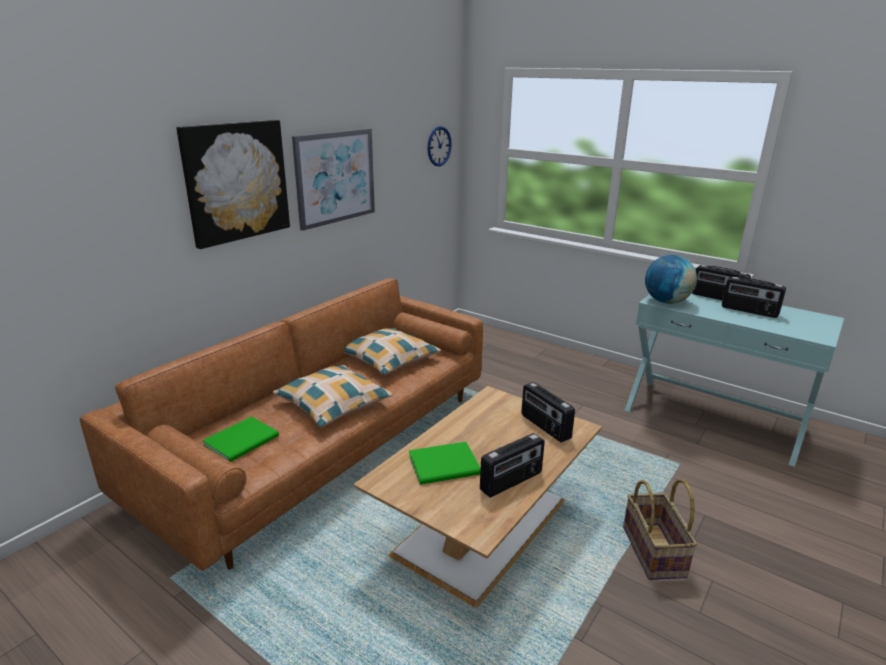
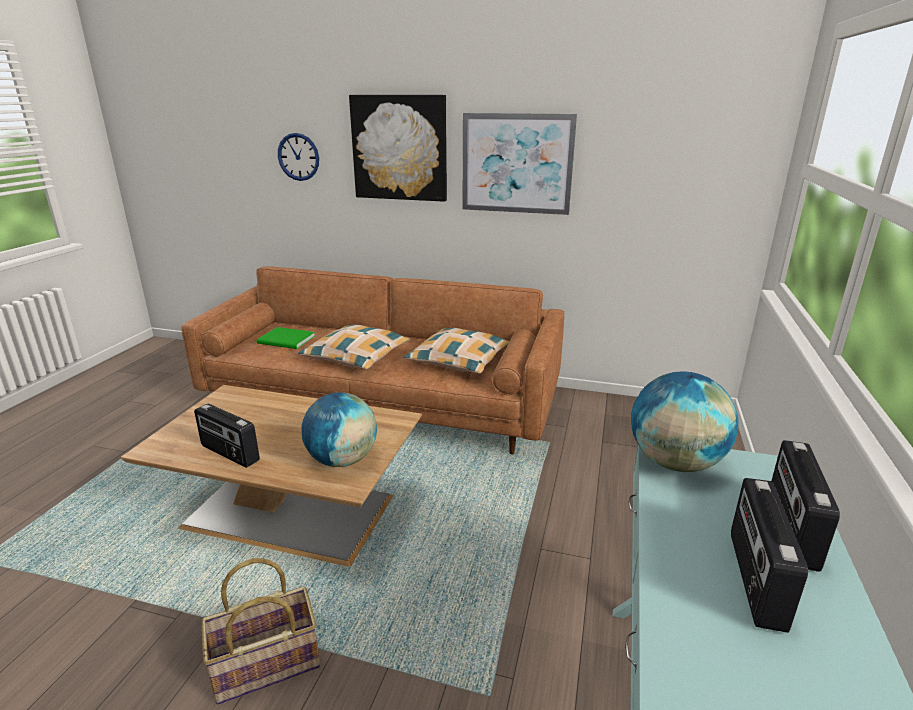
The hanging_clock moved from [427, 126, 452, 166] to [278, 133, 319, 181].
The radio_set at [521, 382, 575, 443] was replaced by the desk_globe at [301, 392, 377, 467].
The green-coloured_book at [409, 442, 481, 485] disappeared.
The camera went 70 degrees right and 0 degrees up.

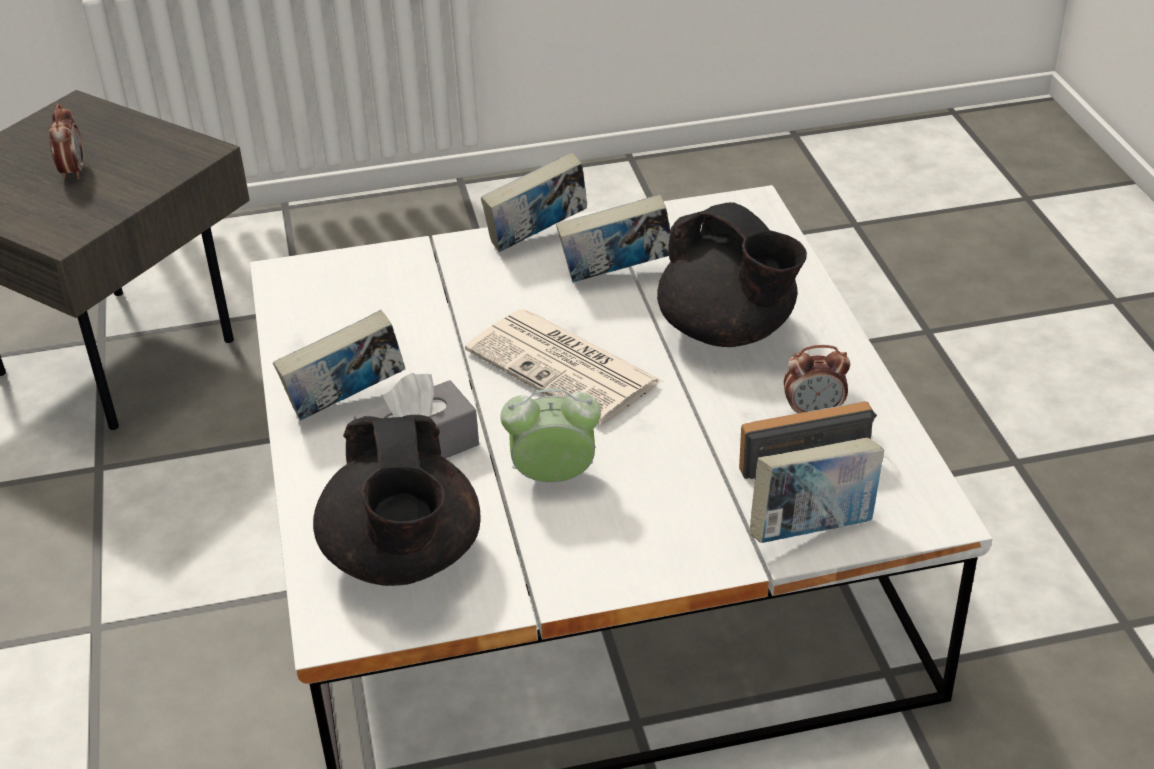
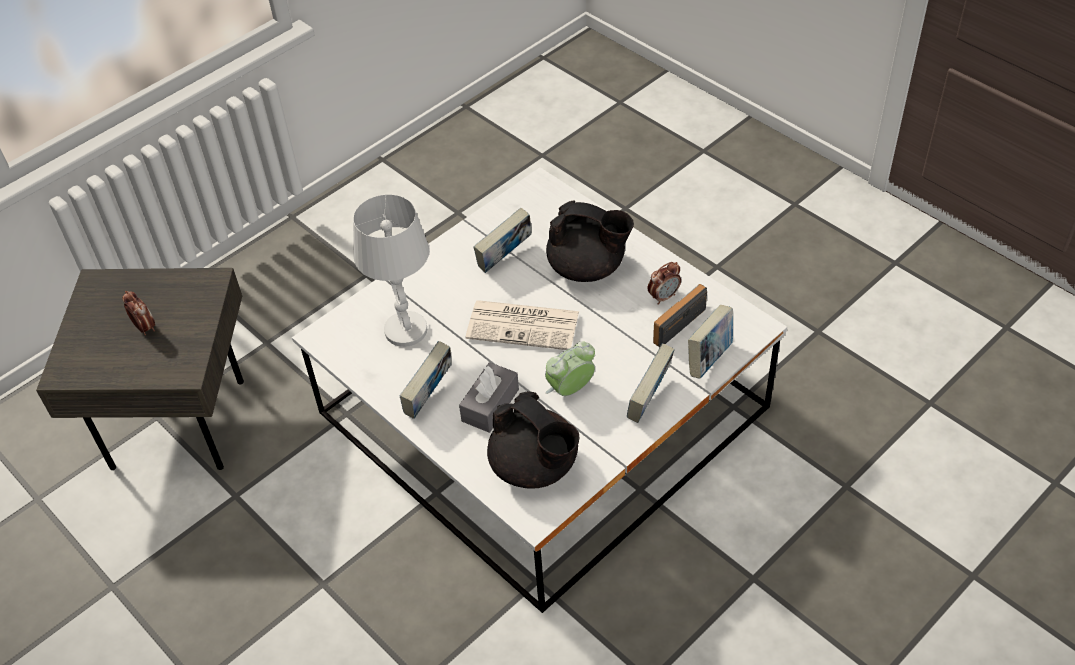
The book moved from [481, 152, 587, 252] to [627, 343, 675, 423].
The whitish_lamp_for_a_table at [353, 194, 429, 347] appeared.
The camera went 30 degrees left and 10 degrees up.

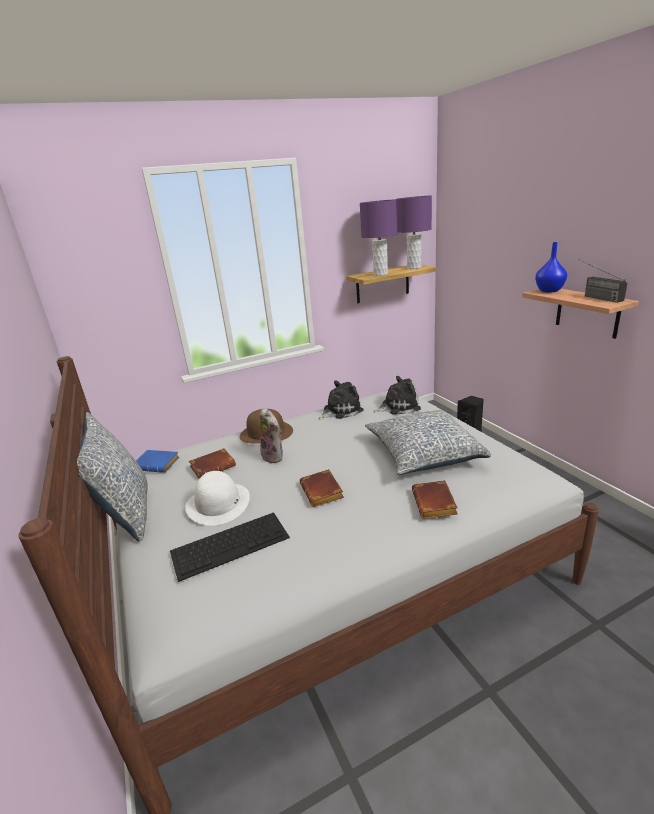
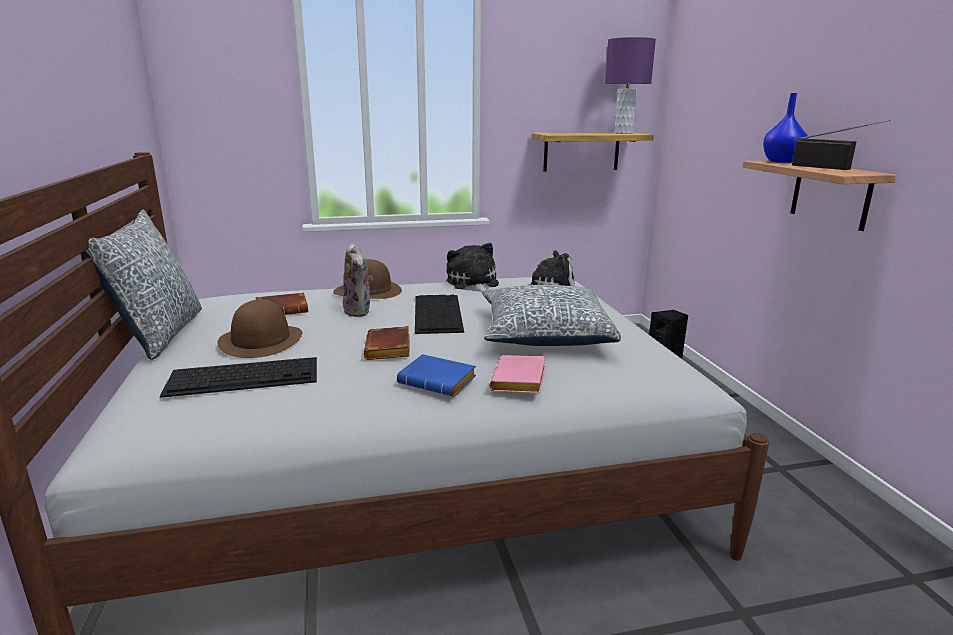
The purplish_lamp_for_a_table at [360, 199, 397, 276] disappeared.
The radio_set at [579, 259, 627, 303] turned 150 degrees clockwise.
The plush_toy at [318, 380, 364, 420] turned 90 degrees counterclockwise.
The bluish_book moved from [136, 450, 179, 473] to [397, 354, 476, 397].
The whitish_wearable_hat at [185, 471, 250, 526] became the brownish_wearable_hat at [217, 299, 302, 358].
The brownish_book at [412, 480, 458, 519] became the pinkish_book at [490, 355, 546, 393].
The keyboard at [415, 295, 464, 334] appeared.
The camera went 10 degrees right and 5 degrees down.

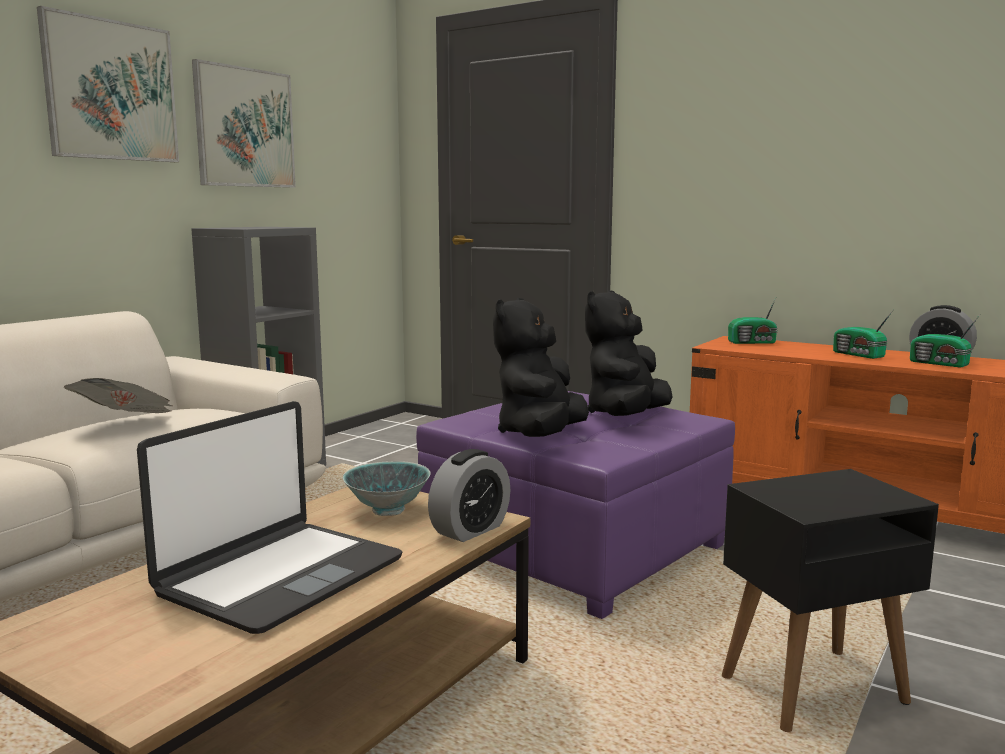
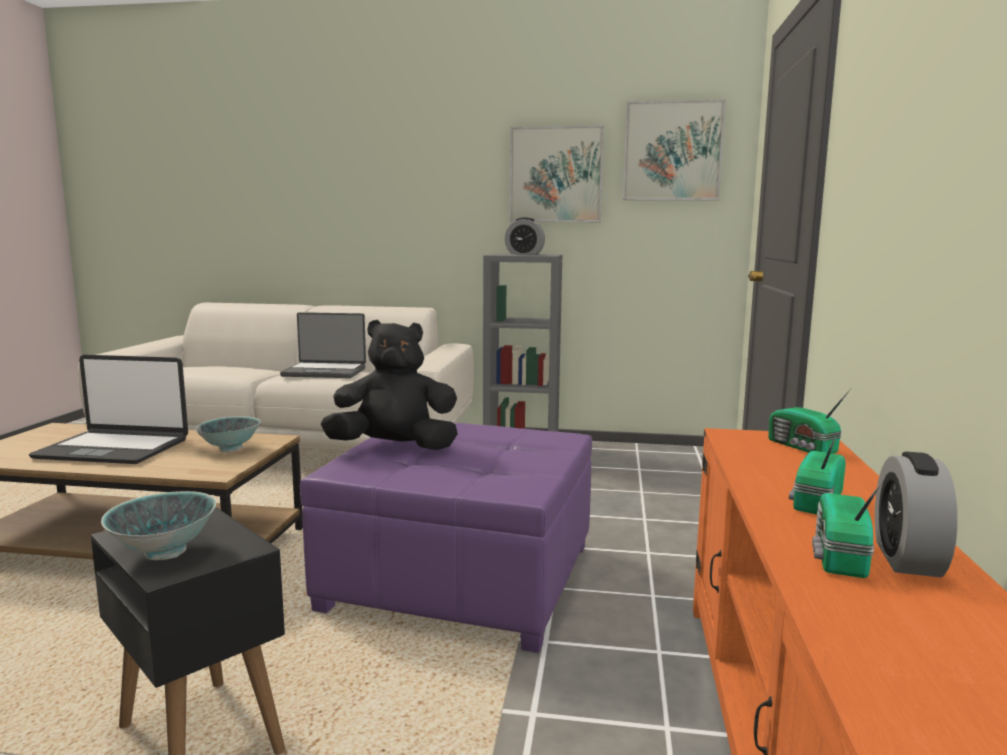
The picture moved from [37, 6, 179, 162] to [623, 100, 726, 200].
The blackish_plush_toy at [585, 290, 673, 416] disappeared.
The daily_paper at [64, 378, 172, 413] was replaced by the portable_computer at [280, 312, 366, 378].
The bedside_clock moved from [428, 449, 510, 542] to [505, 217, 545, 254].
The serving_bowl at [101, 491, 216, 560] appeared.
The camera went 65 degrees right and 0 degrees up.

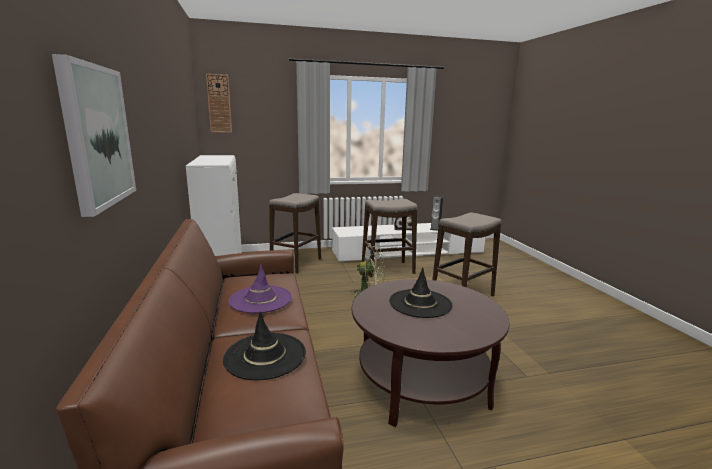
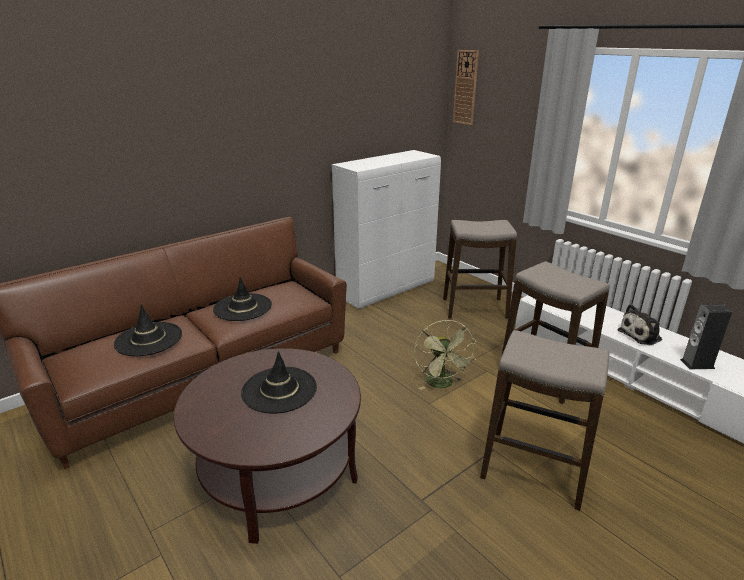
The picture at [52, 54, 136, 217] disappeared.
The purplish_wearable_hat at [228, 264, 292, 313] became the blackish_wearable_hat at [213, 277, 272, 321].
The camera went 65 degrees right and 10 degrees up.

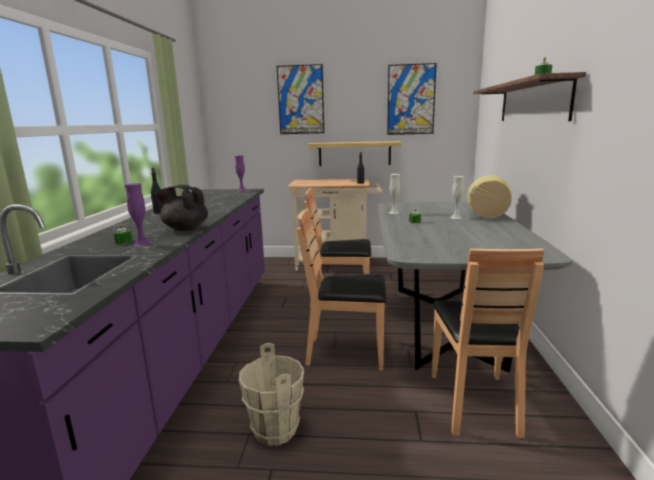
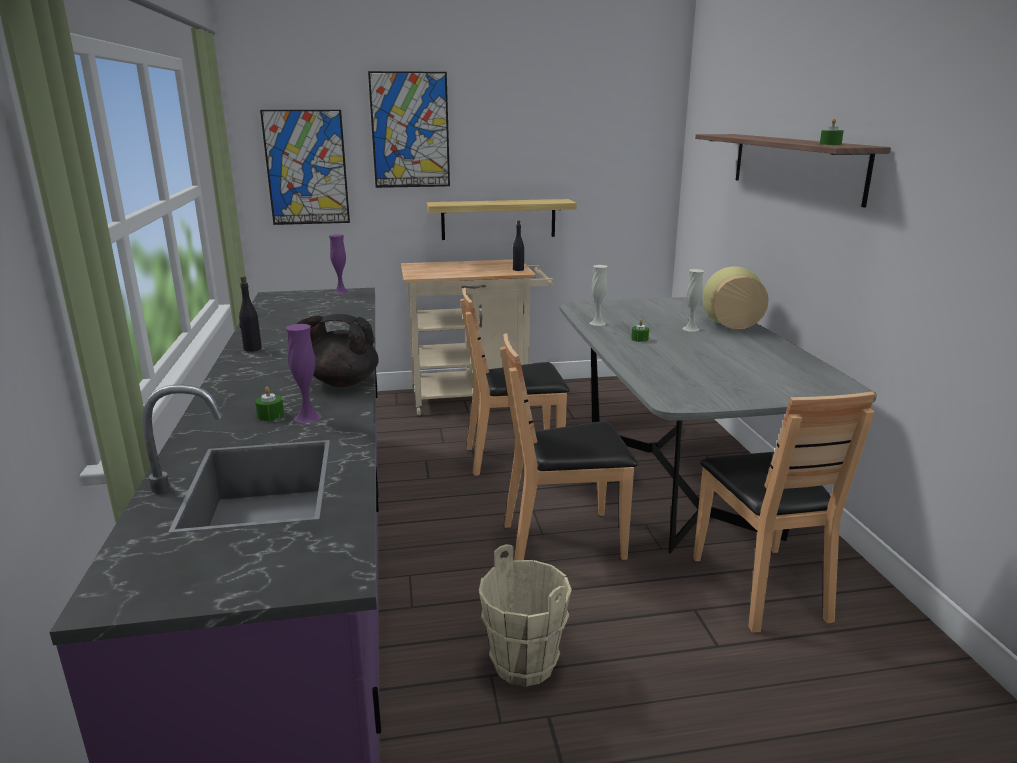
The picture moved from [387, 63, 436, 135] to [260, 110, 350, 225].
The camera went 15 degrees left and 5 degrees up.

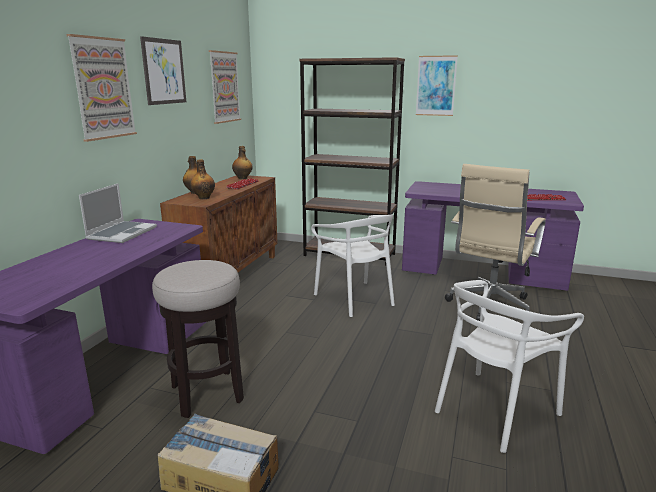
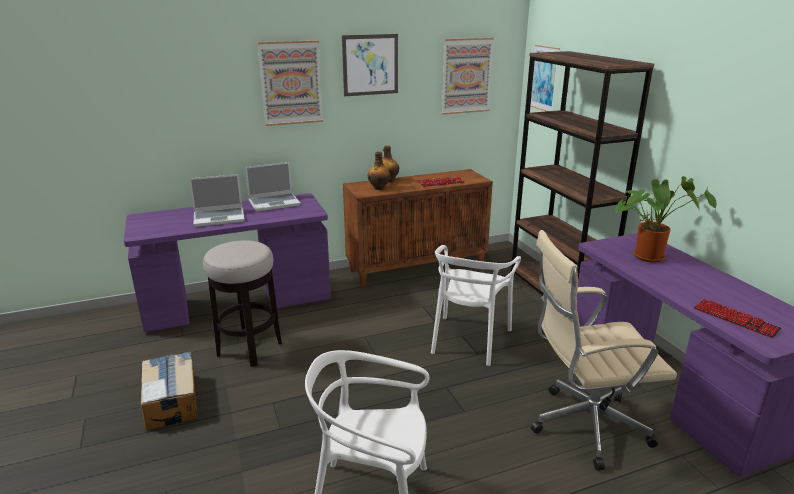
The picture moved from [416, 55, 458, 116] to [530, 45, 560, 111].
The drink_bottle at [232, 146, 253, 179] disappeared.
The portable_computer at [189, 174, 245, 227] appeared.
The potted_plant at [616, 176, 717, 263] appeared.
The camera went 50 degrees right and 5 degrees up.

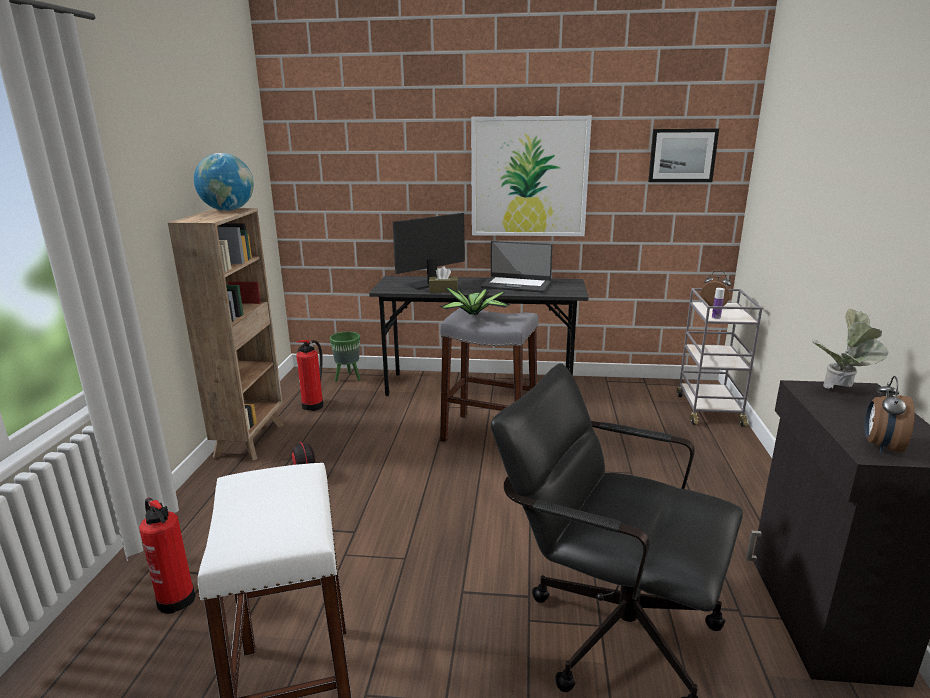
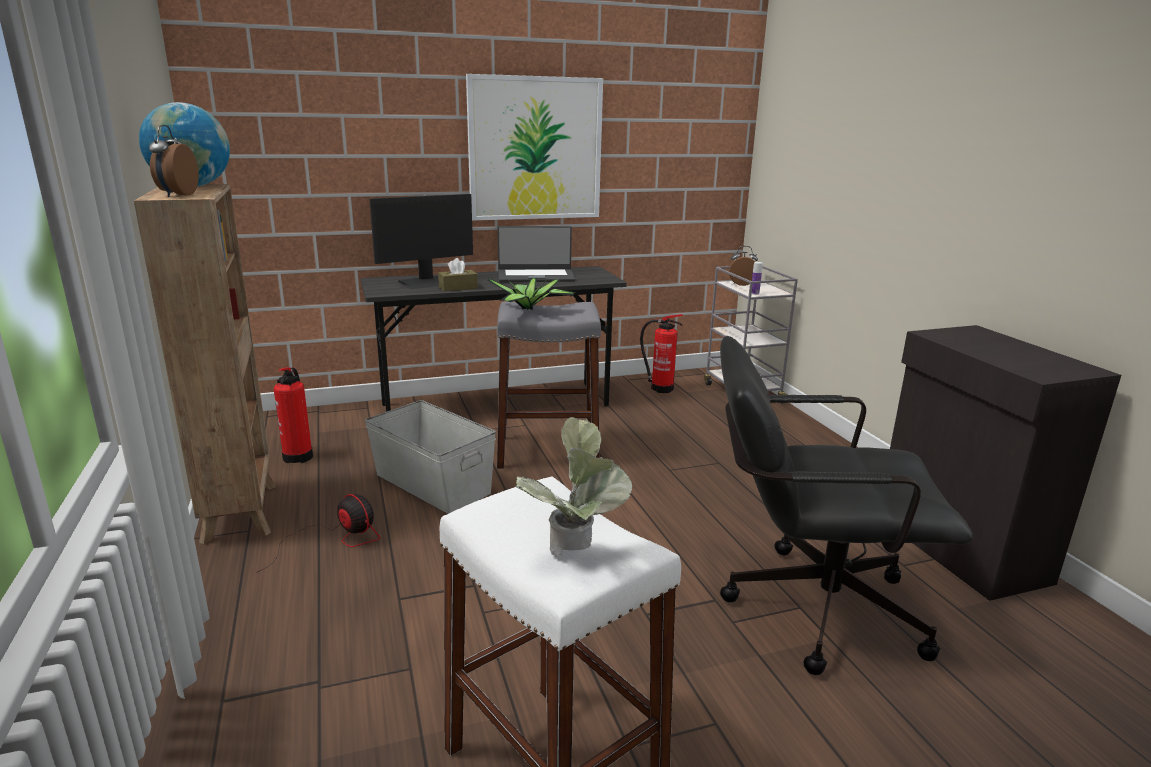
The picture at [648, 128, 719, 182] disappeared.
The computer_display at [393, 213, 465, 290] turned 150 degrees counterclockwise.
The potted_plant moved from [812, 309, 888, 389] to [515, 417, 632, 556].
The green-coloured_flower_pot at [330, 332, 361, 382] disappeared.
The bedside_clock moved from [865, 376, 915, 453] to [149, 125, 199, 197].
The fire_extinguisher moved from [139, 497, 195, 614] to [640, 314, 683, 393].
The grey_storage_container at [365, 400, 496, 514] appeared.
The camera went 25 degrees left and 0 degrees up.

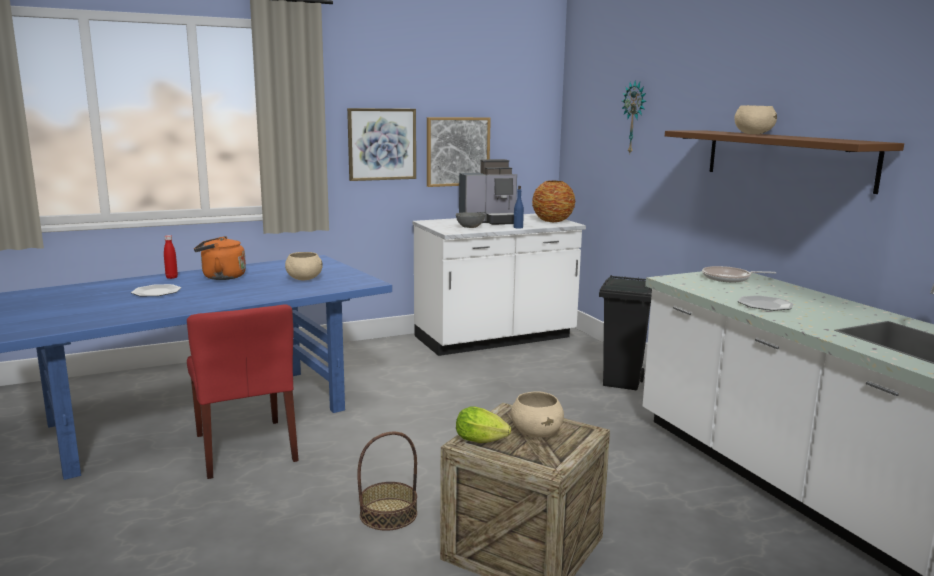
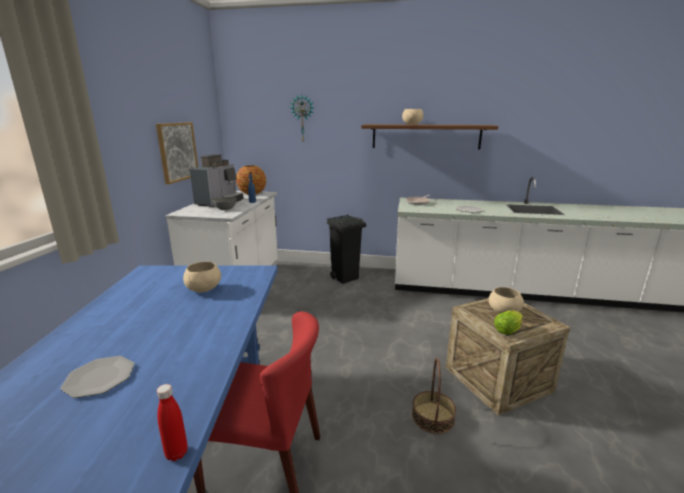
The picture at [347, 108, 416, 181] disappeared.
The red-coloured_drink_bottle moved from [164, 235, 178, 279] to [157, 384, 188, 461].
The orange-coloured_tea_kettle at [194, 236, 246, 280] disappeared.
The camera went 55 degrees left and 5 degrees up.

